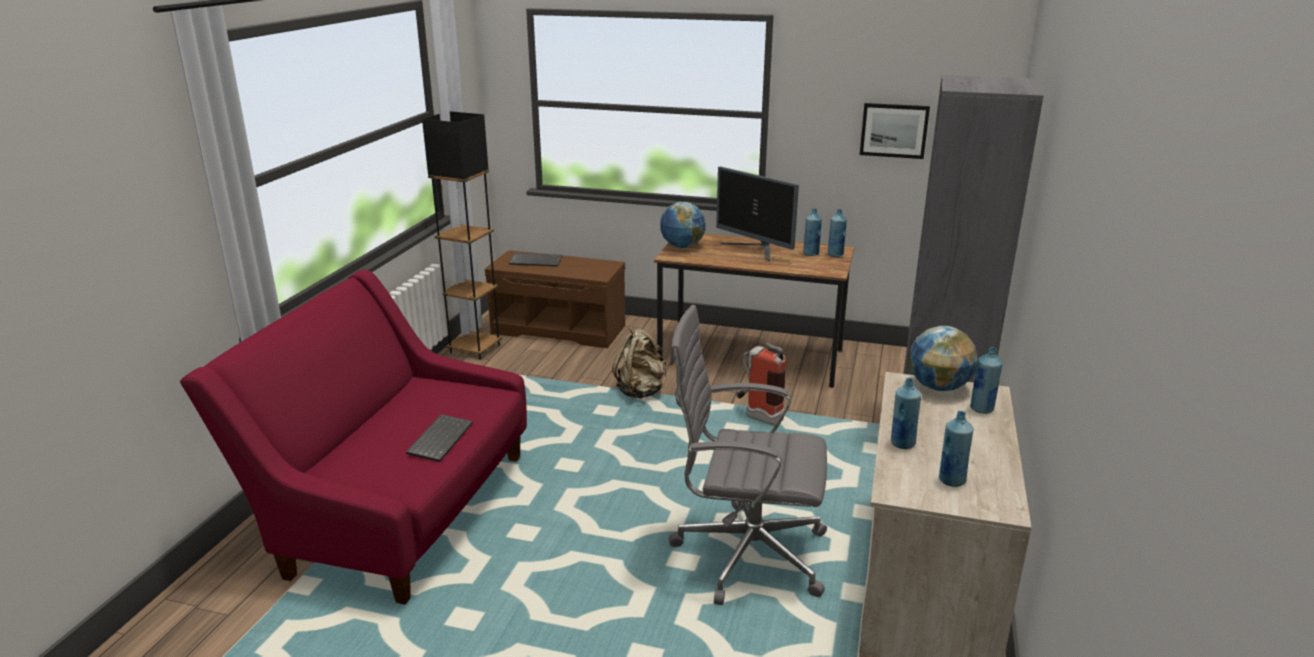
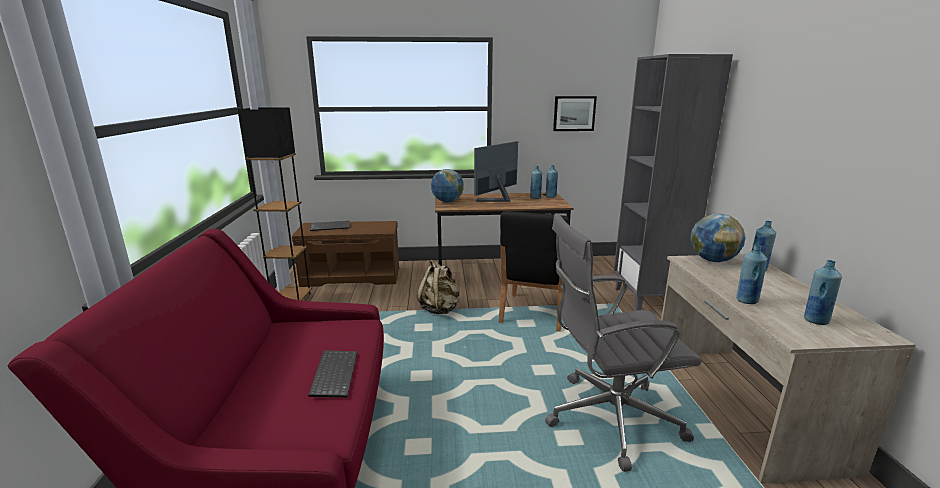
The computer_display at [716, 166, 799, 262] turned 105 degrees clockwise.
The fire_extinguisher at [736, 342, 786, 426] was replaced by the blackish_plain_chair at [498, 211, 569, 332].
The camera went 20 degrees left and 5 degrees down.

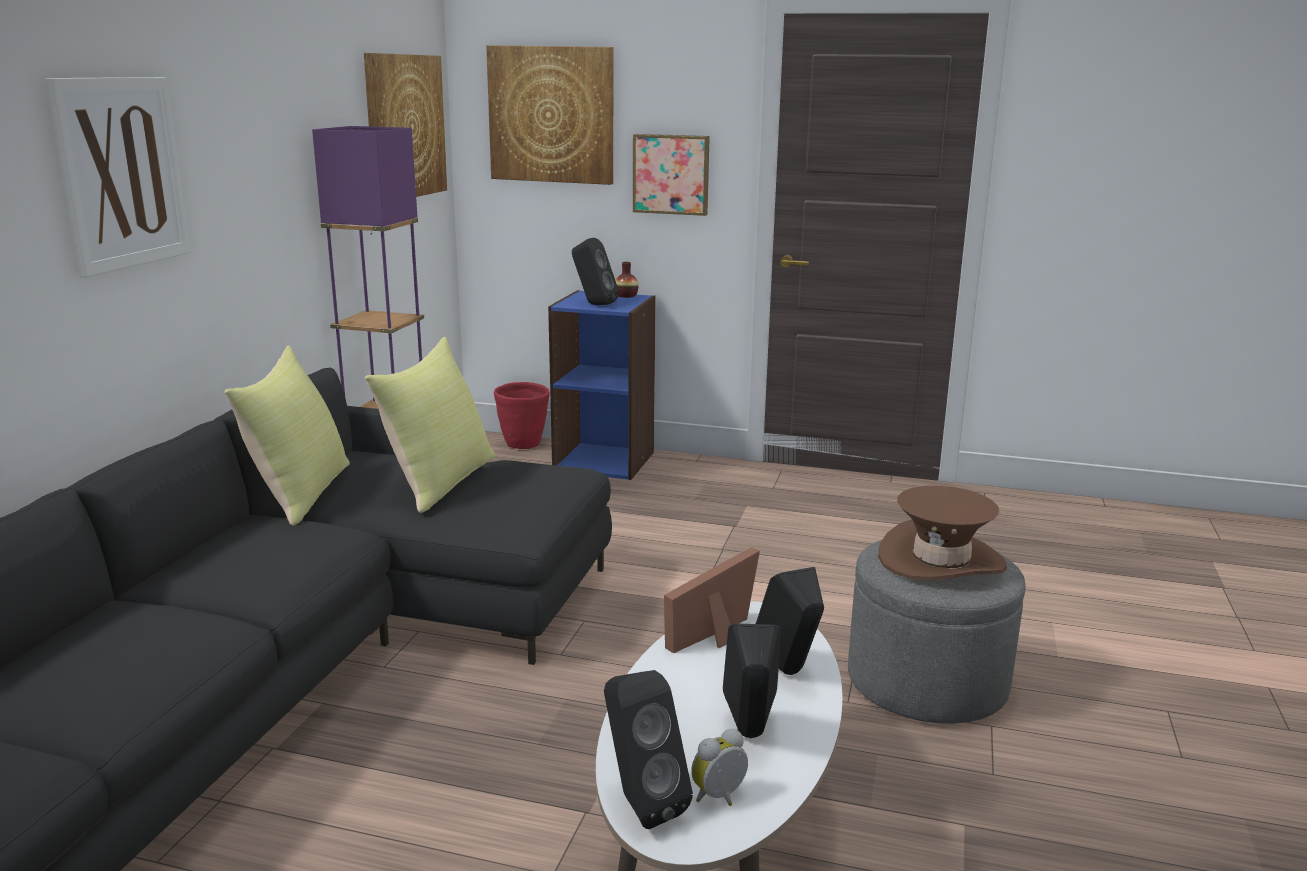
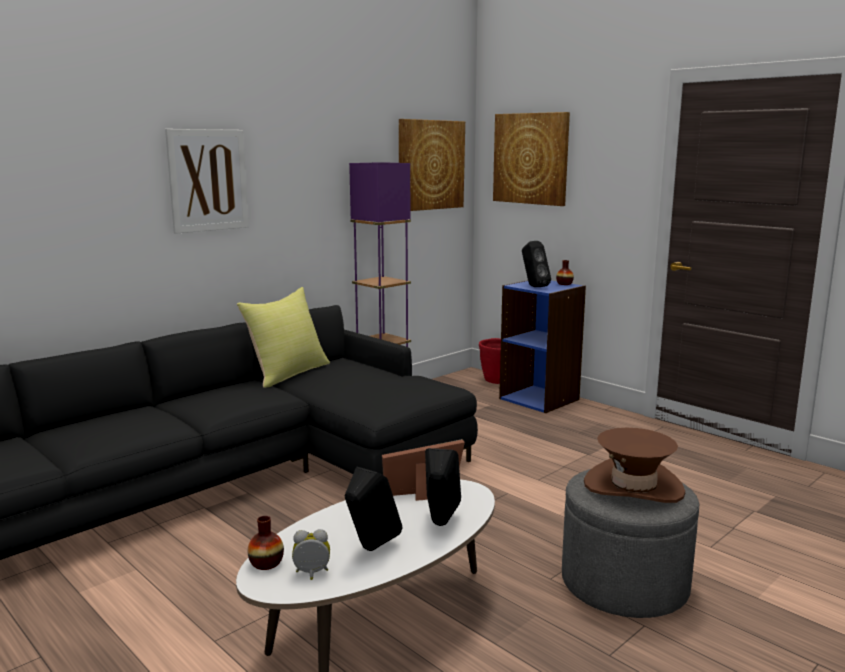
The picture at [633, 134, 710, 216] disappeared.
The yellow_pillow at [365, 337, 496, 513] disappeared.
The blackish_speaker at [604, 670, 693, 829] was replaced by the vase at [247, 516, 284, 570].
The camera went 30 degrees right and 5 degrees down.

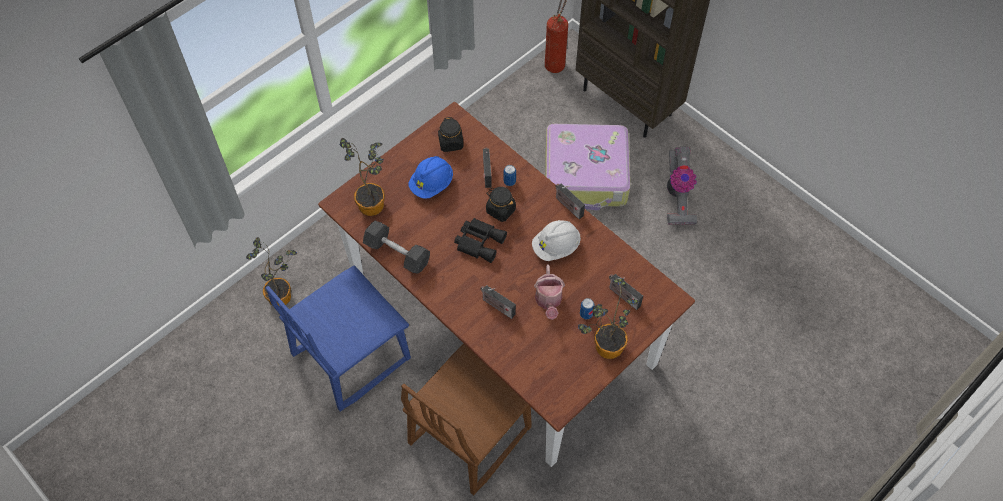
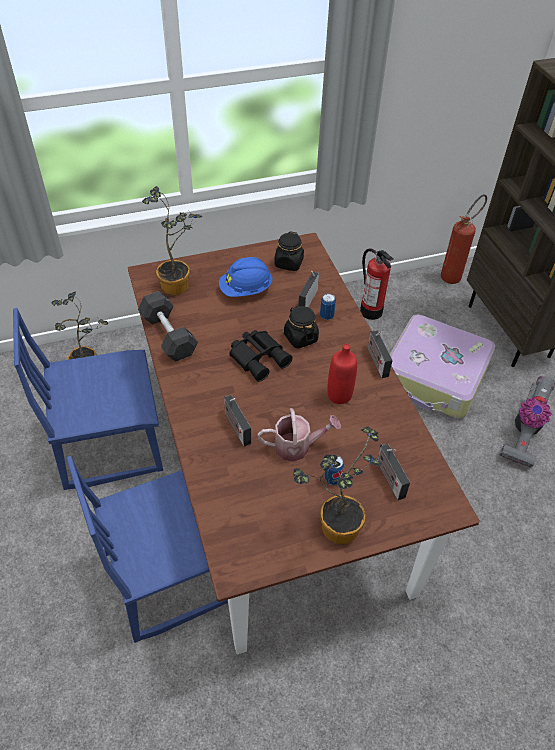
The whitish_work_helmet at [532, 220, 581, 261] was replaced by the red-coloured_drink_bottle at [327, 344, 357, 404].
The watering_can at [534, 264, 565, 320] turned 120 degrees counterclockwise.
The brownish_plain_chair at [401, 344, 532, 495] became the bluish_plain_chair at [66, 456, 228, 643].
The fire_extinguisher at [360, 248, 394, 320] appeared.
The camera went 25 degrees right and 10 degrees down.

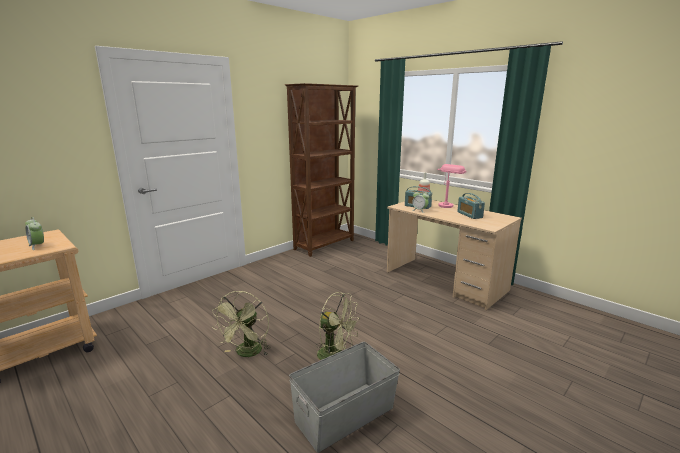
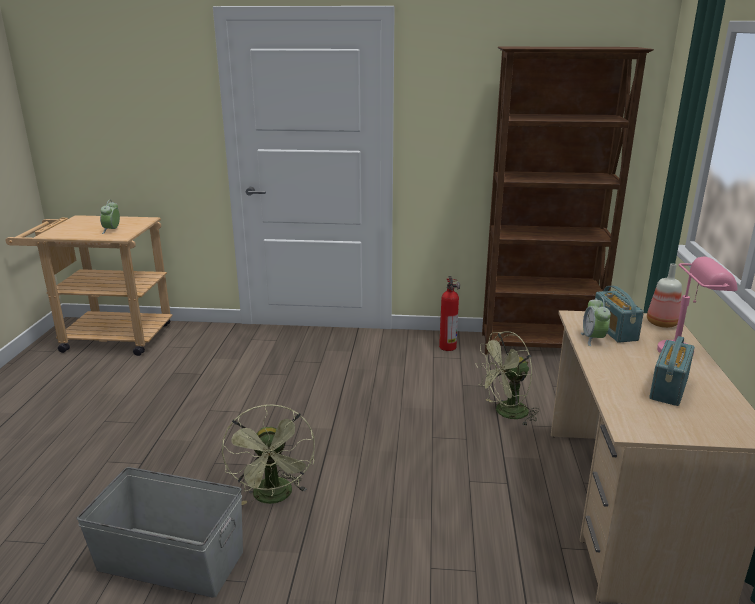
The green-coloured_cooling_fan moved from [212, 291, 271, 357] to [476, 331, 540, 426].
The fire_extinguisher at [439, 276, 460, 351] appeared.
The camera went 50 degrees right and 5 degrees up.

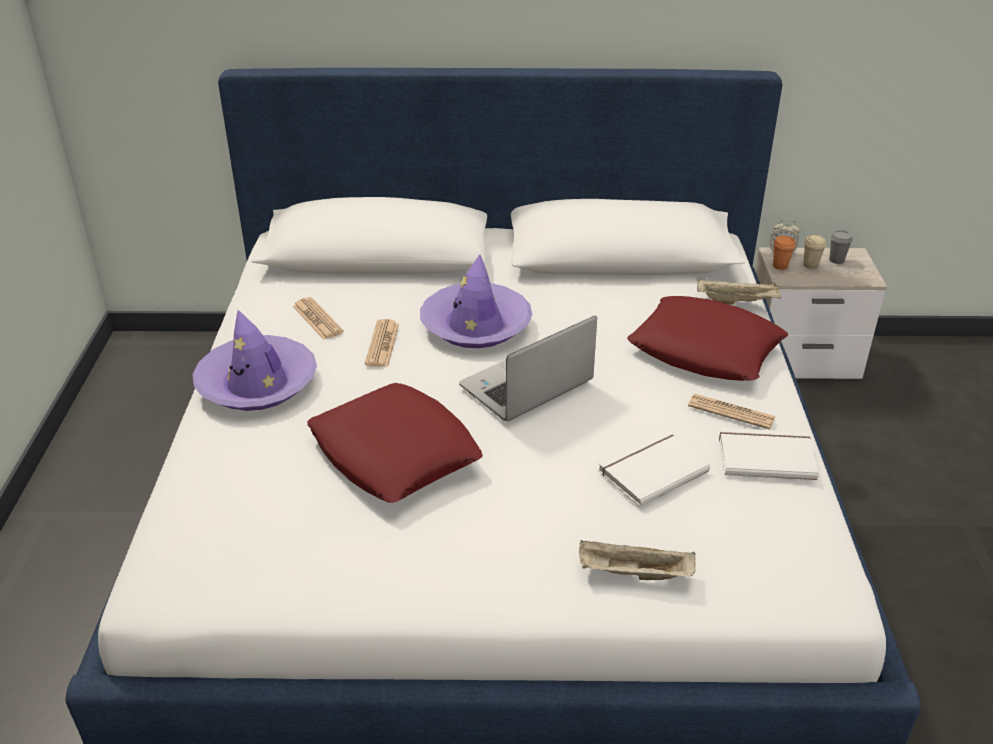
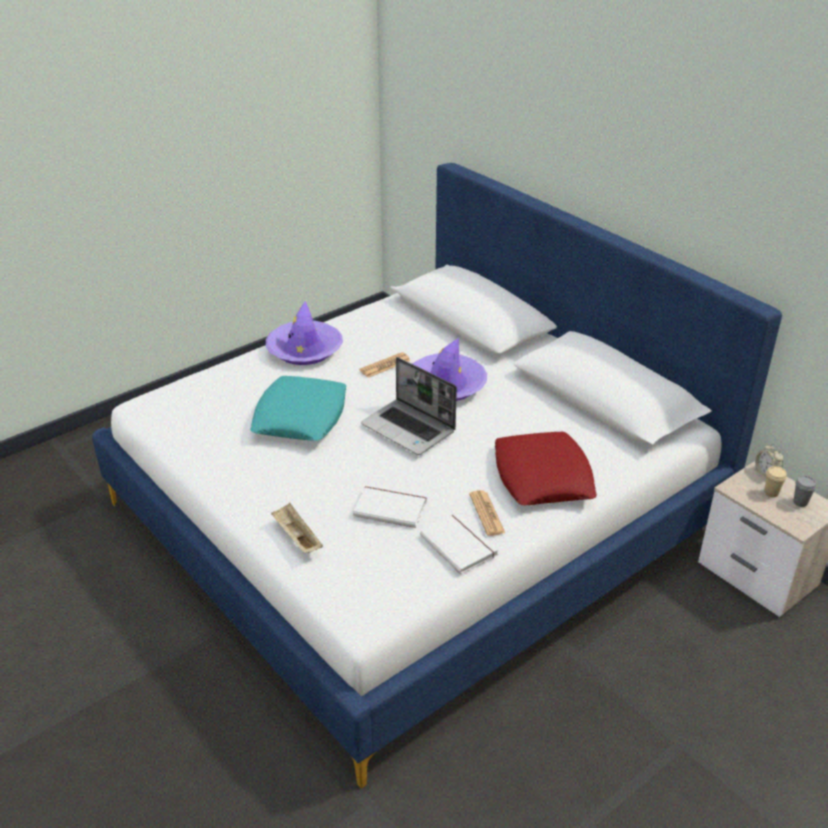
The orange-coloured_drinking_cup at [773, 236, 796, 270] disappeared.
The beige_carrying_tray at [697, 279, 781, 305] disappeared.
The daily_paper at [293, 297, 344, 340] disappeared.
The portable_computer at [459, 316, 597, 421] turned 150 degrees counterclockwise.
The red-coloured_pillow at [307, 383, 483, 503] became the blue-green_pillow at [250, 376, 346, 441].
The camera went 50 degrees right and 0 degrees up.

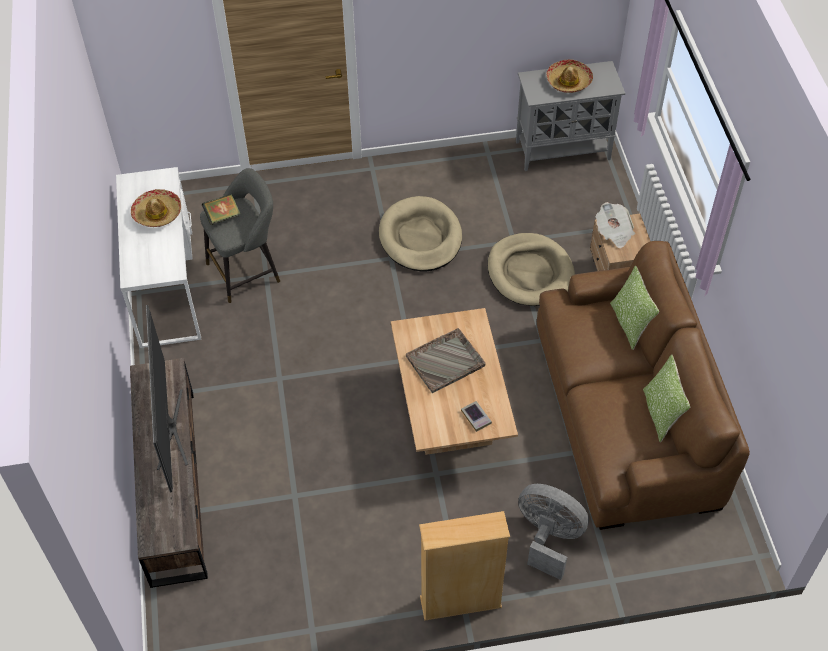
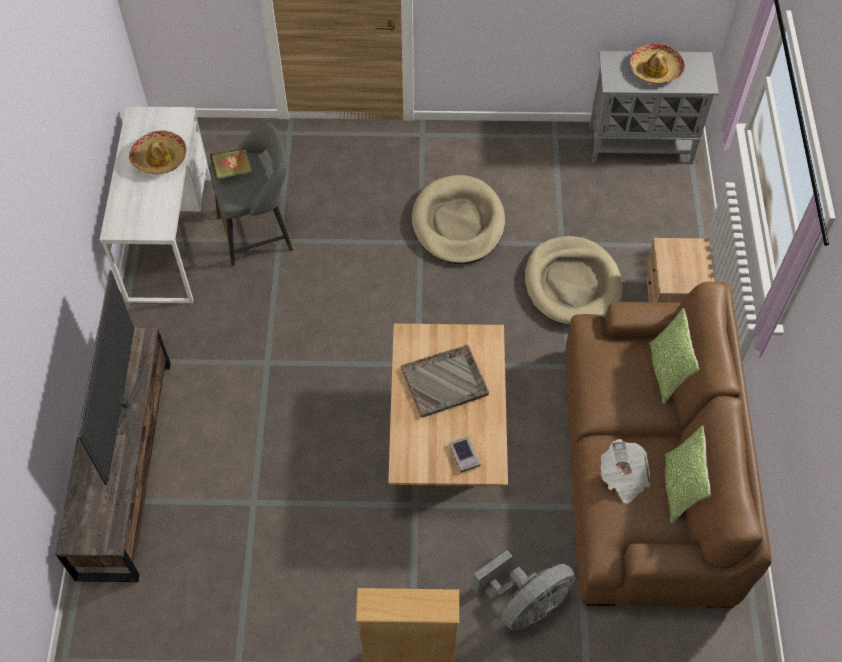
The daily_paper moved from [596, 202, 635, 248] to [601, 439, 650, 504].
The grey_cooling_fan at [518, 484, 589, 580] turned 105 degrees clockwise.
The camera went 10 degrees right and 5 degrees up.

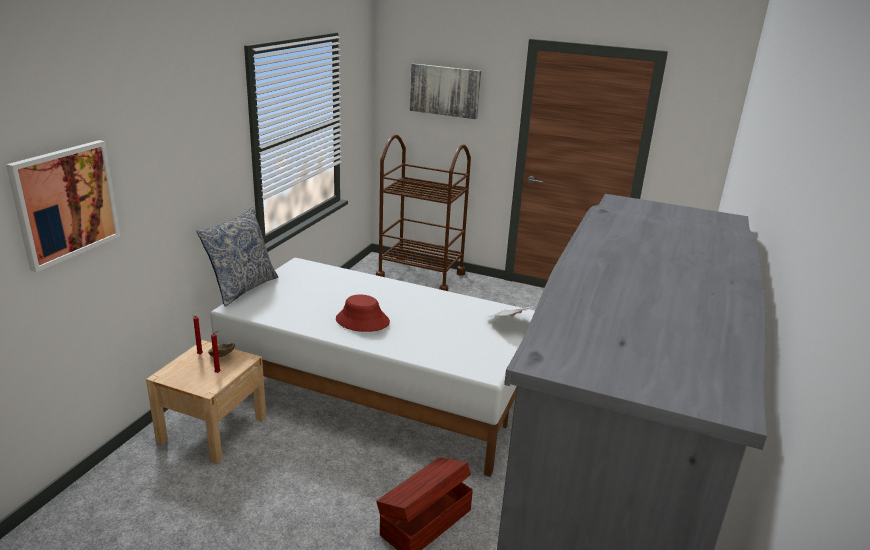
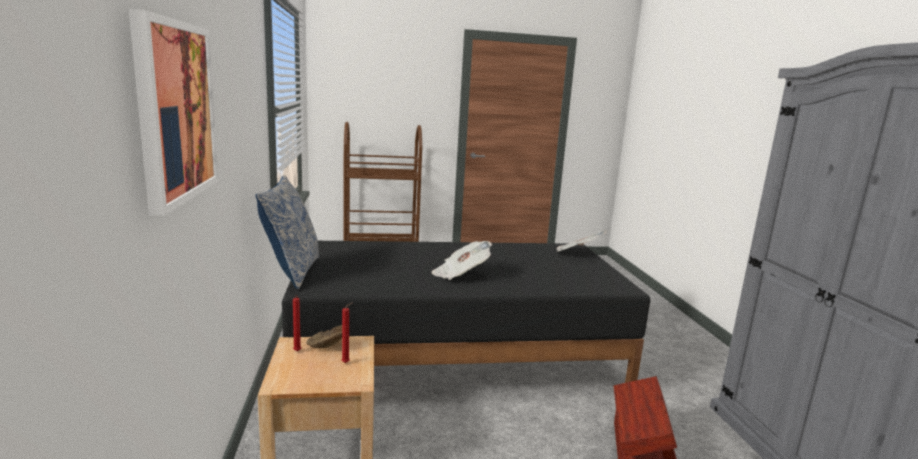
The picture at [410, 63, 481, 119] disappeared.
The whitish_bed at [211, 258, 535, 477] became the blackish_bed at [282, 241, 650, 383].
The red-coloured_wearable_hat at [336, 295, 390, 332] was replaced by the daily_paper at [432, 241, 492, 280].
The camera went 30 degrees left and 10 degrees down.

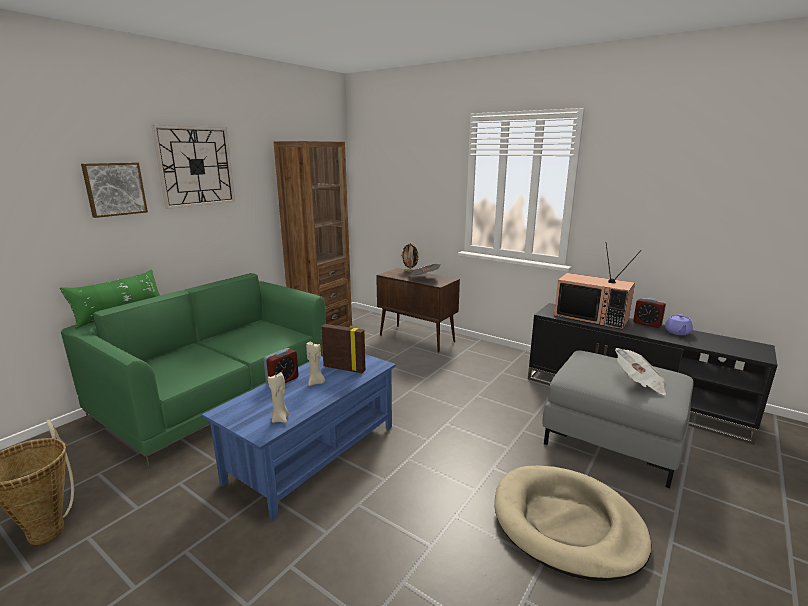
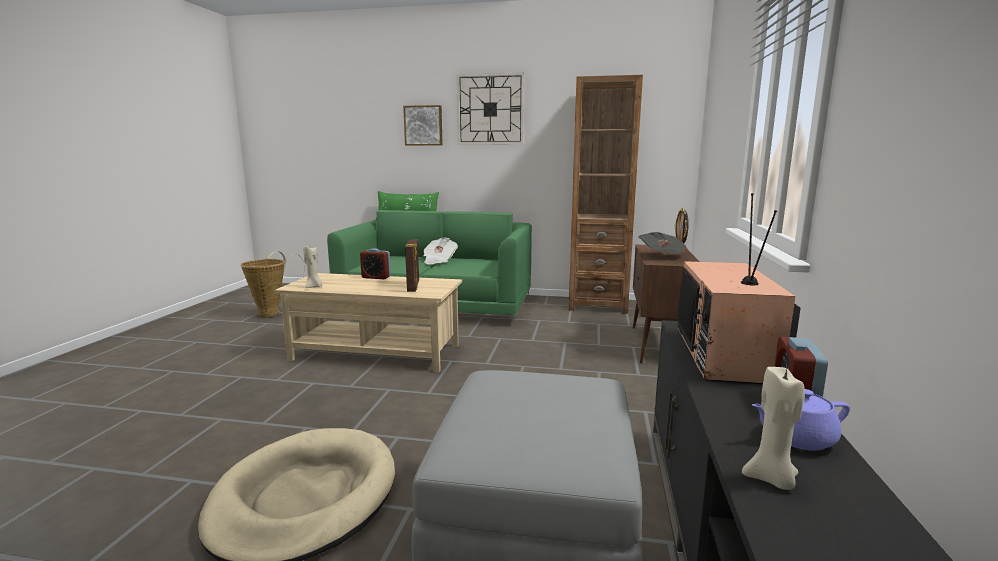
The beige_wax_candle moved from [306, 342, 325, 386] to [742, 367, 805, 490].
The daily_paper moved from [615, 348, 666, 395] to [423, 238, 458, 264].
The bluish_low_table at [202, 354, 396, 521] became the beige_low_table at [274, 273, 462, 372].
The camera went 65 degrees right and 5 degrees down.

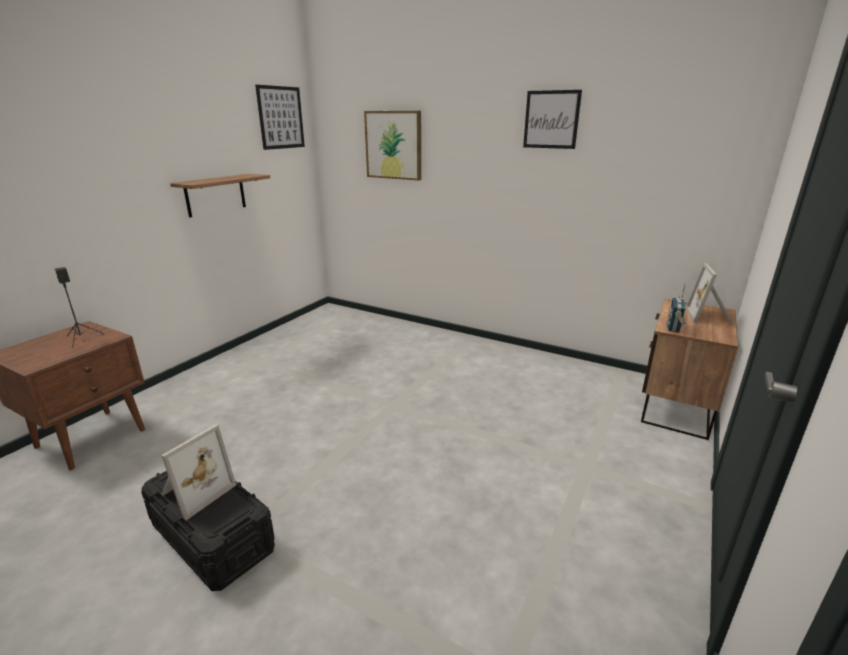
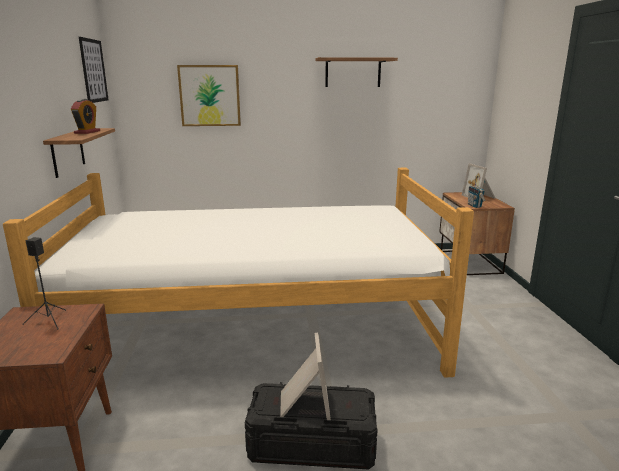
The picture at [523, 90, 582, 149] was replaced by the shelf at [316, 57, 398, 87].
The bedside_clock at [71, 99, 100, 134] appeared.
The bed at [3, 168, 474, 378] appeared.
The camera went 35 degrees left and 5 degrees down.

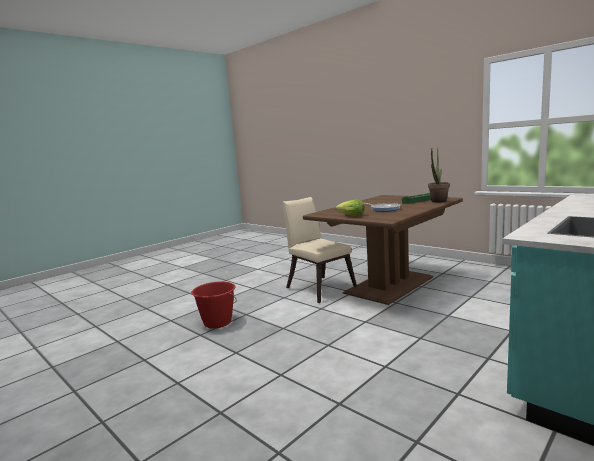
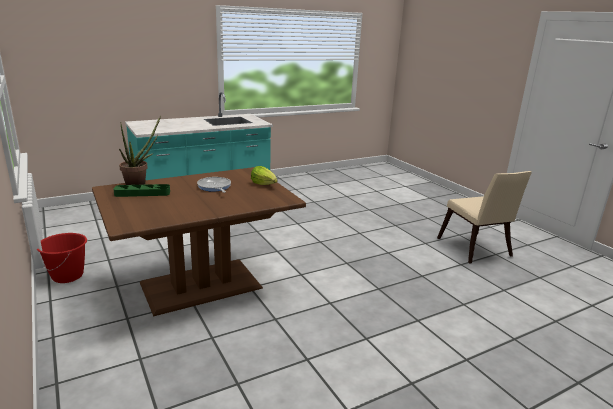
The beige_plain_chair moved from [282, 197, 357, 303] to [437, 171, 532, 264].
The red-coloured_pail moved from [191, 281, 237, 329] to [37, 233, 87, 283].
The camera went 165 degrees left and 10 degrees up.

